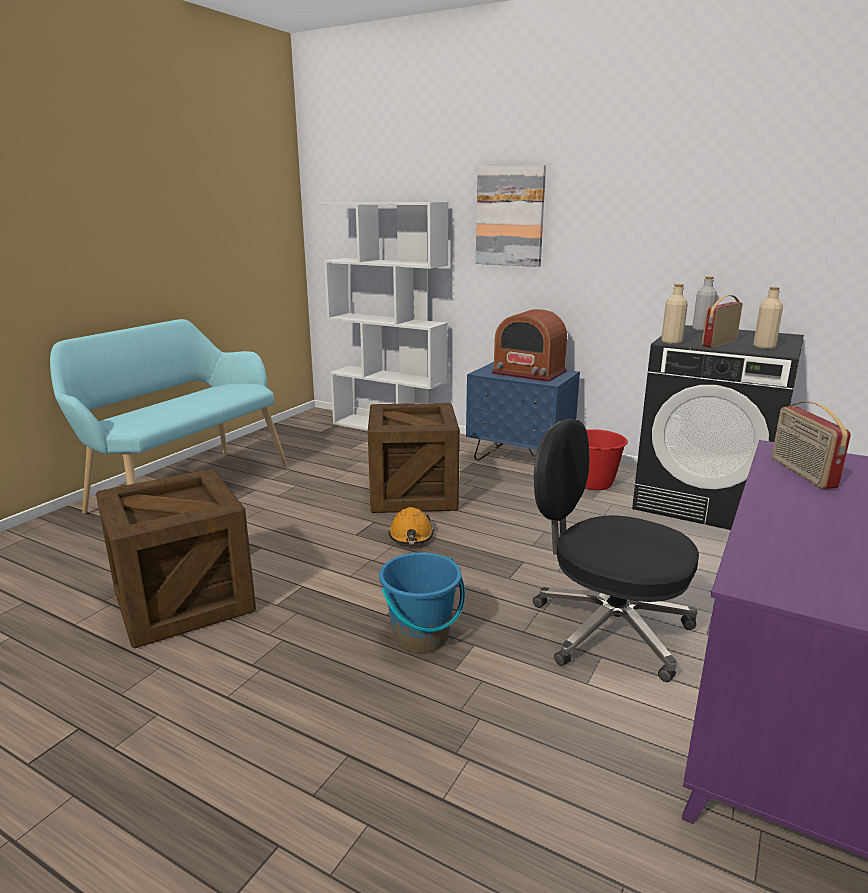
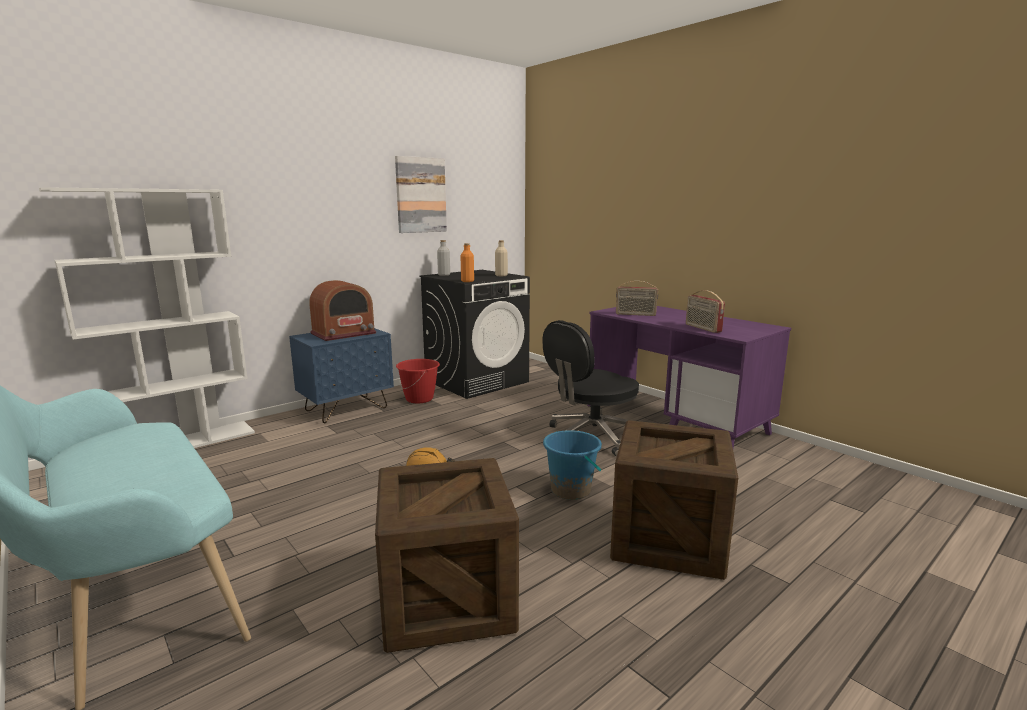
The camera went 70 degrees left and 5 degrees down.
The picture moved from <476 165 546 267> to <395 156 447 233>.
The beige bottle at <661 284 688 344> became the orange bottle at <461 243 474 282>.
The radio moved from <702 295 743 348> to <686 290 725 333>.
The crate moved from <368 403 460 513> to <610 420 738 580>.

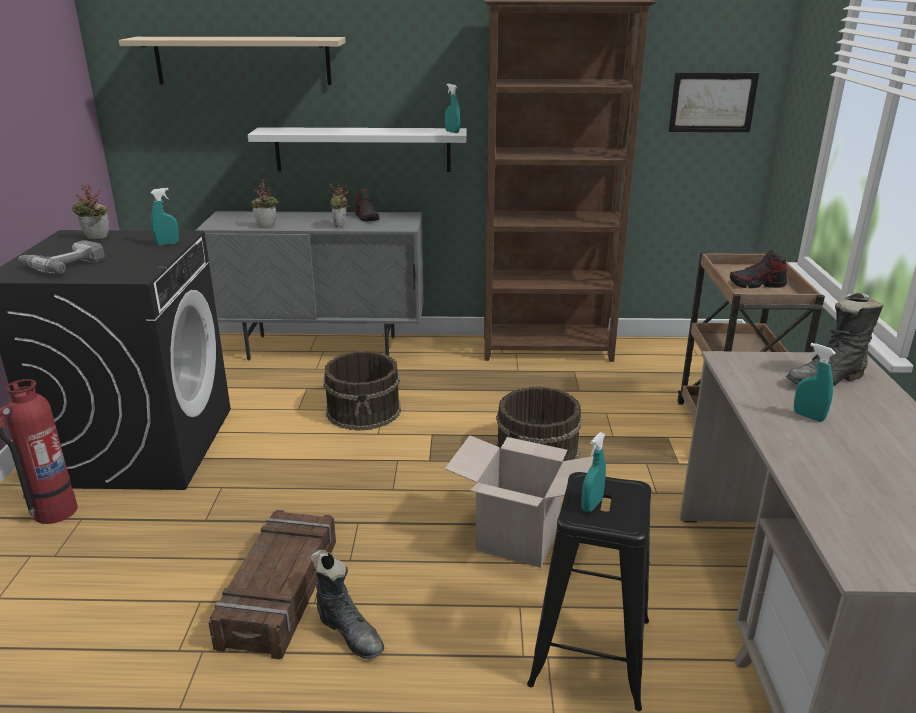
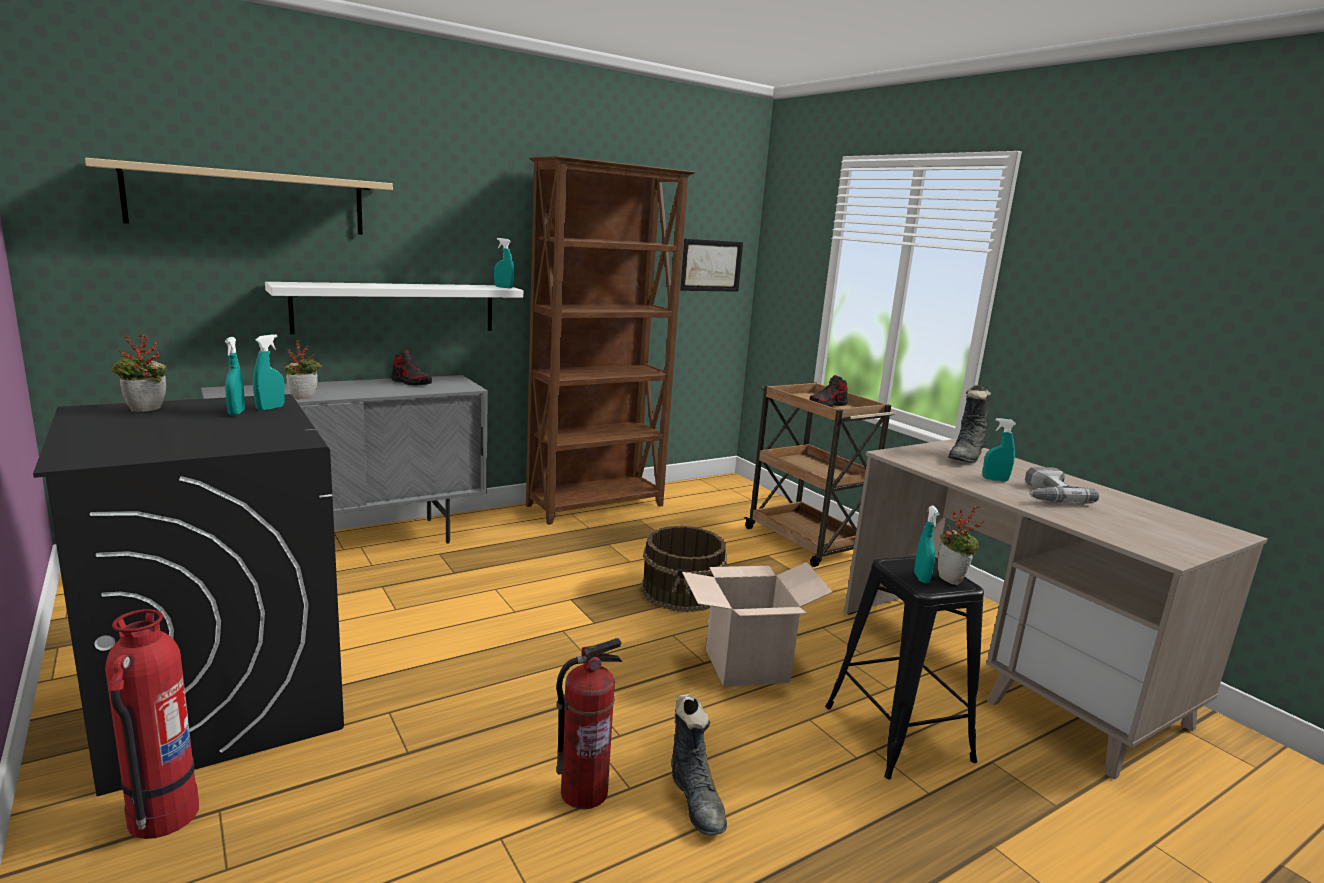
The camera went 35 degrees left and 10 degrees down.
The potted plant moved from <329 181 351 228> to <938 505 985 585>.
The power drill moved from <18 240 105 274> to <1025 467 1099 504>.
The brown bucket at <323 351 401 431> disappeared.
The crate at <208 510 336 659> was replaced by the fire extinguisher at <556 638 622 809>.
The black boot at <311 550 384 659> turned 60 degrees clockwise.
The turquoise spray bottle at <225 337 245 415> appeared.

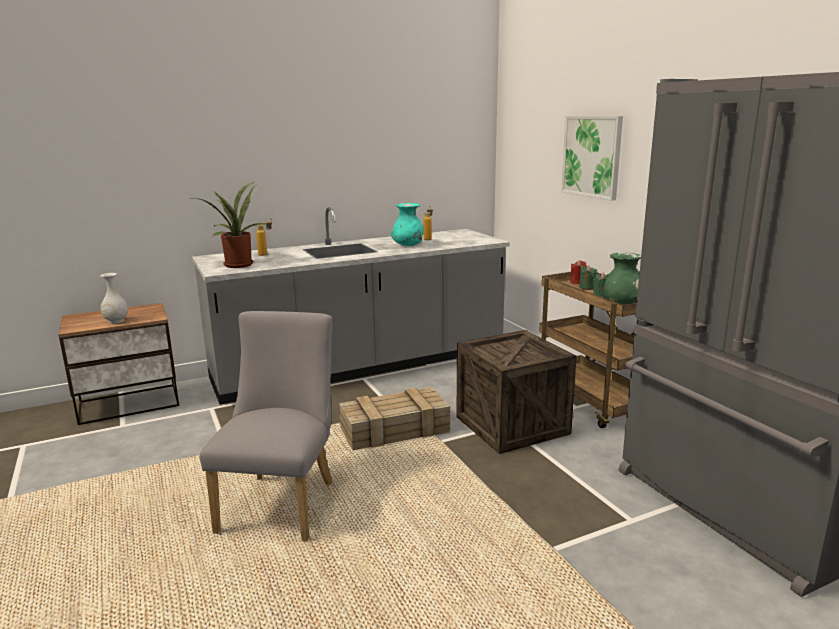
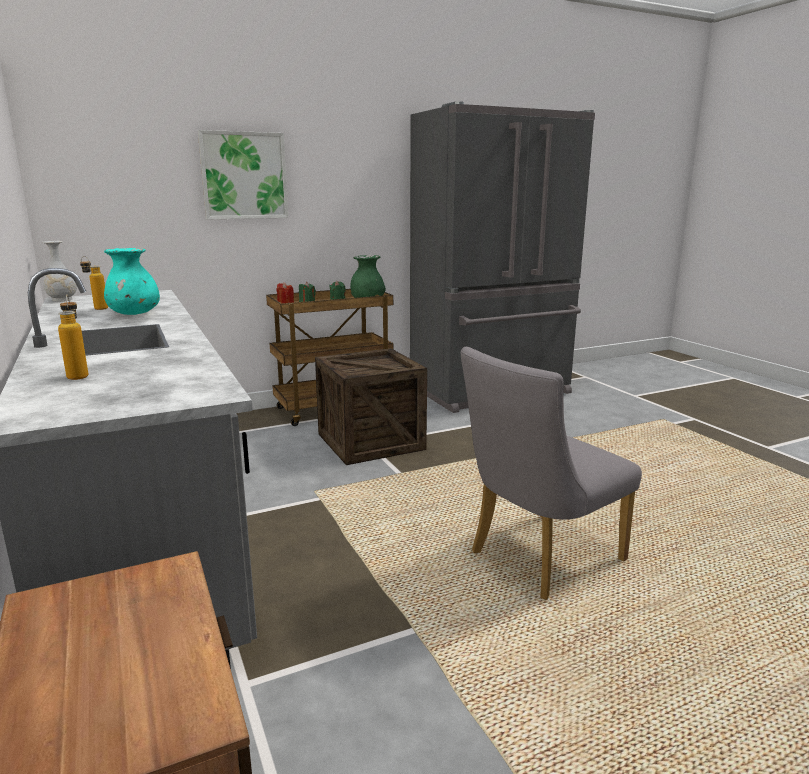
The camera went 90 degrees left and 0 degrees up.
The potted plant at <191 182 269 268> disappeared.
The white vase moved from <100 273 128 324> to <42 241 77 301>.
The grey chair at <200 311 333 542> turned 45 degrees counterclockwise.
The crate at <339 387 450 450> disappeared.

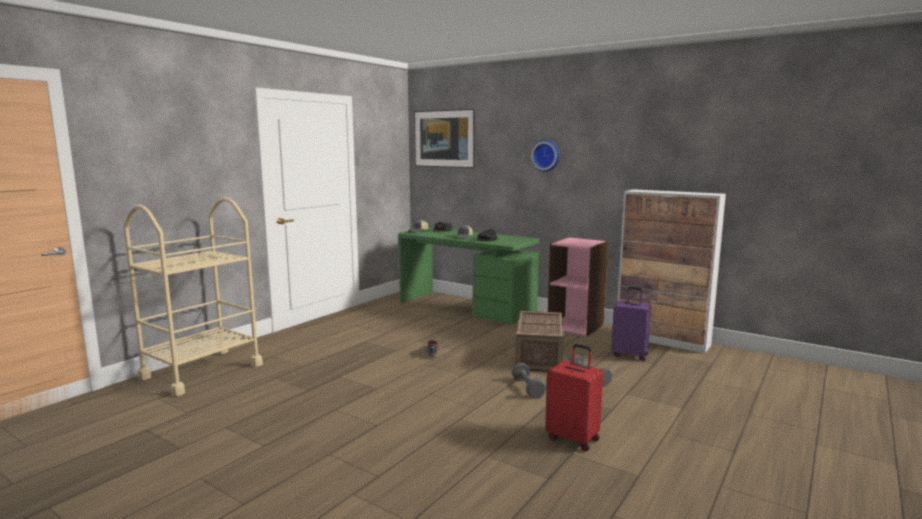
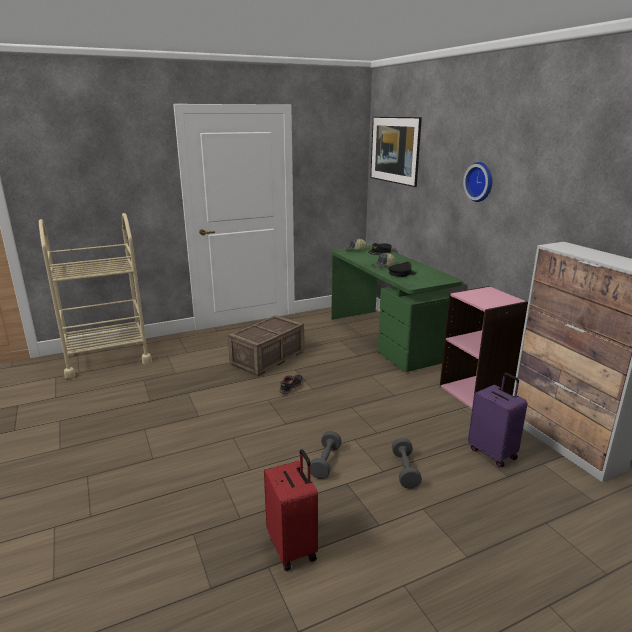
The camera went 30 degrees right and 10 degrees up.
The crate moved from <515 311 564 372> to <228 315 304 376>.

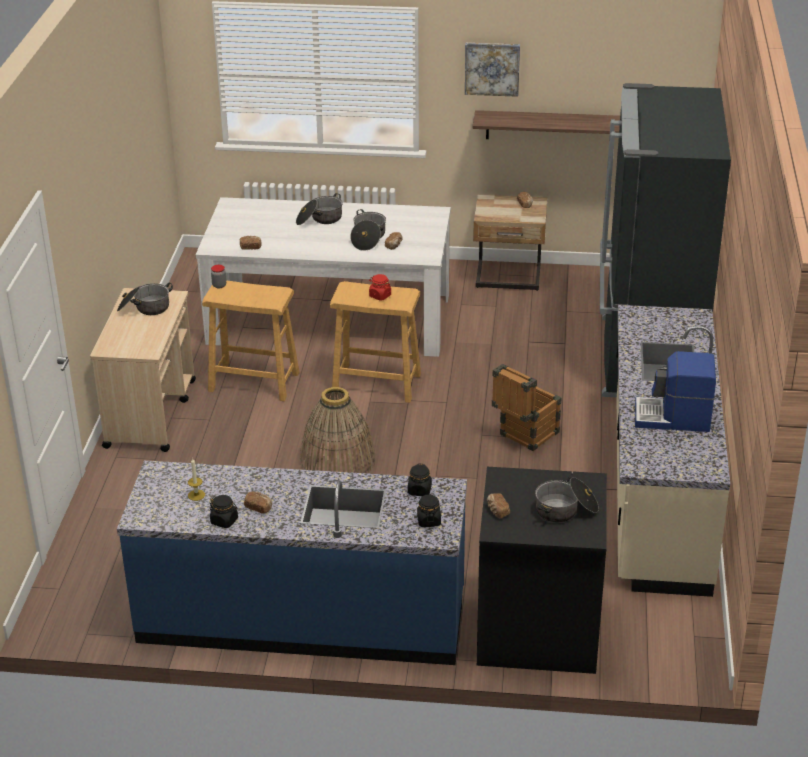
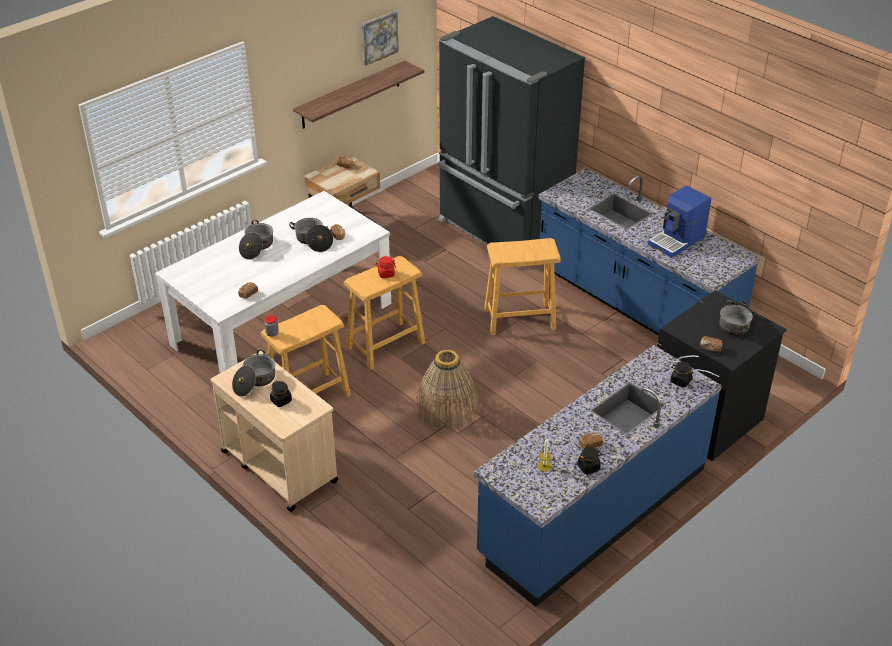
The camera went 50 degrees left and 5 degrees up.
The picture moved from <465 43 520 97> to <361 11 399 66>.
The beige counter at <616 305 730 597> became the blue counter at <538 168 760 336>.
The crate at <492 364 561 451> was replaced by the beige stool at <484 238 561 335>.
The black jar moved from <408 463 432 496> to <270 381 292 407>.

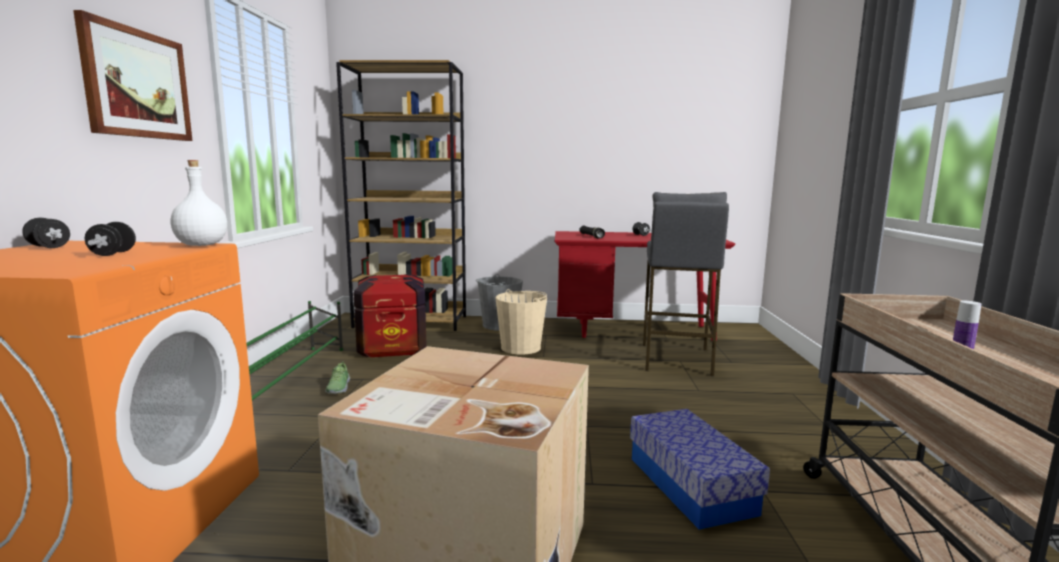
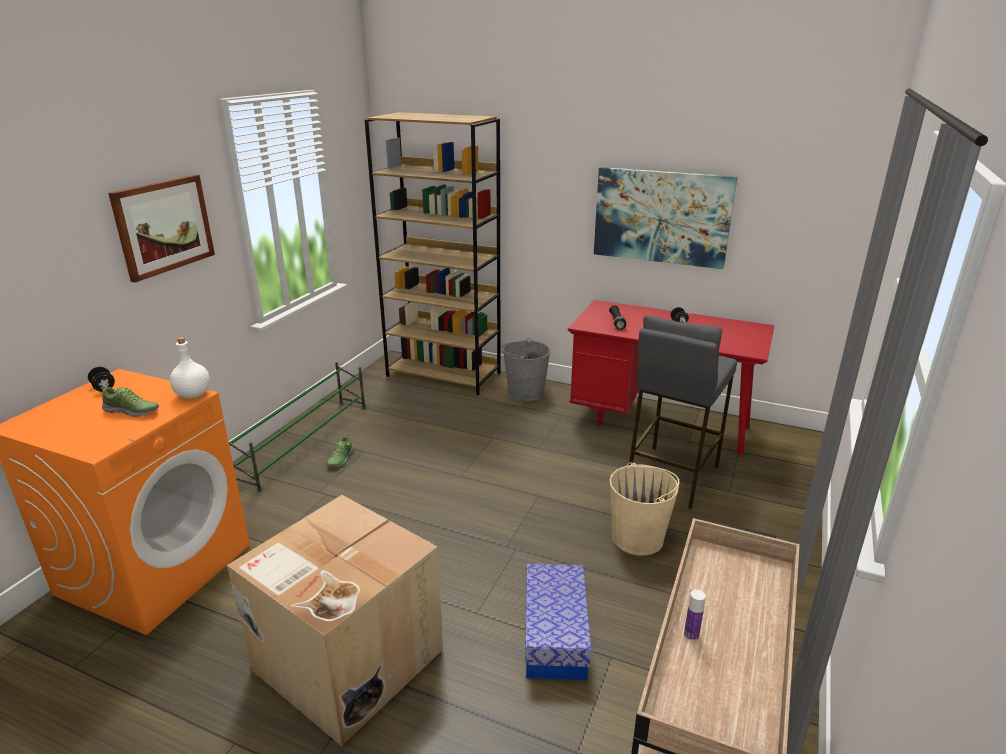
The camera went 20 degrees right and 15 degrees up.
The black dumbbell at <85 222 136 256> was replaced by the shoe at <100 386 159 417>.
The crate at <353 274 427 357> disappeared.
The beige bucket moved from <495 289 547 355> to <610 462 680 556>.
The picture at <594 167 737 269> appeared.

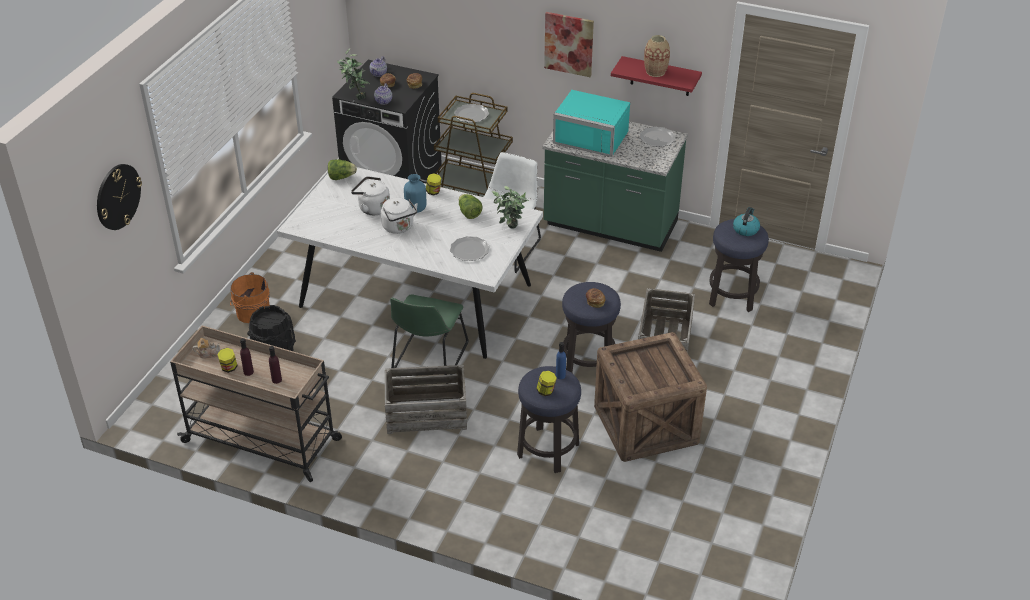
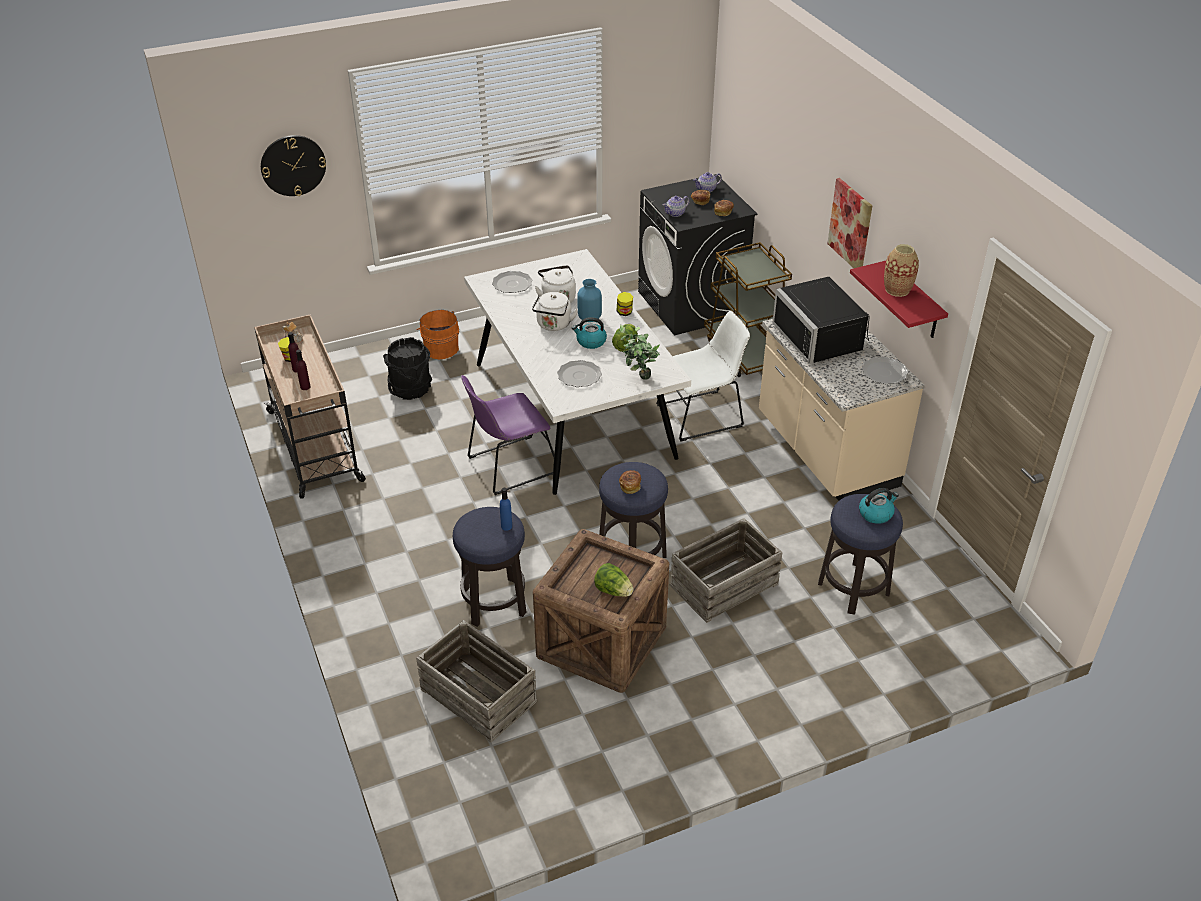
The camera went 45 degrees right and 0 degrees up.
The potted plant at <337 49 370 100> disappeared.
The turquoise microwave at <553 90 630 157> became the black microwave at <772 277 870 364>.
The plate moved from <454 104 489 123> to <492 271 532 293>.
The green counter at <542 121 688 252> became the beige counter at <759 319 925 501>.
The lettuce moved from <328 159 357 180> to <594 563 634 597>.
The green chair at <390 294 469 384> became the purple chair at <461 375 554 495>.
The crate moved from <385 365 467 434> to <416 620 537 743>.
The jar at <536 371 557 396> disappeared.
The kettle at <572 317 607 349> appeared.

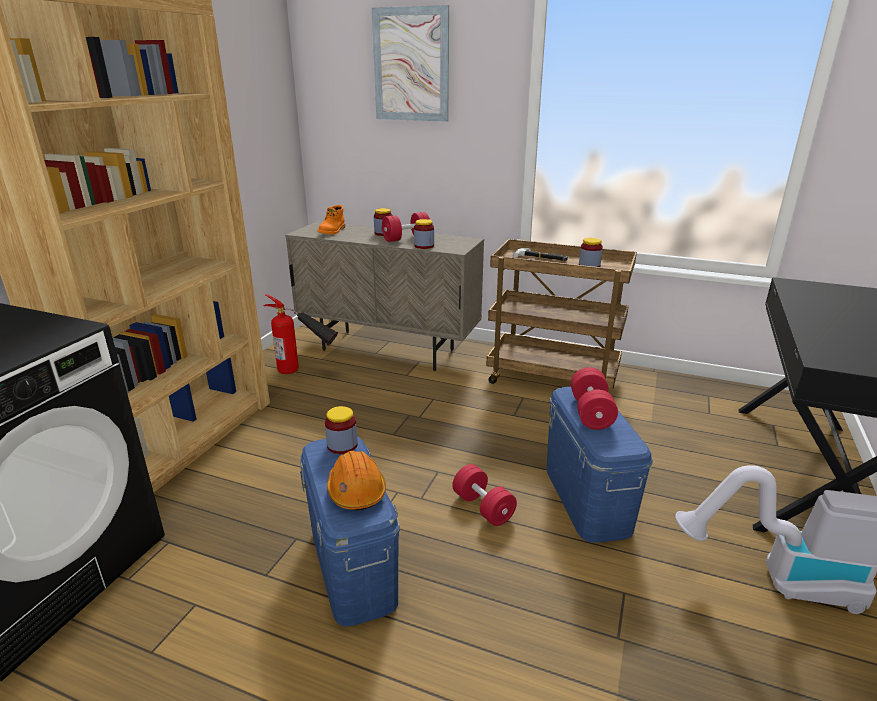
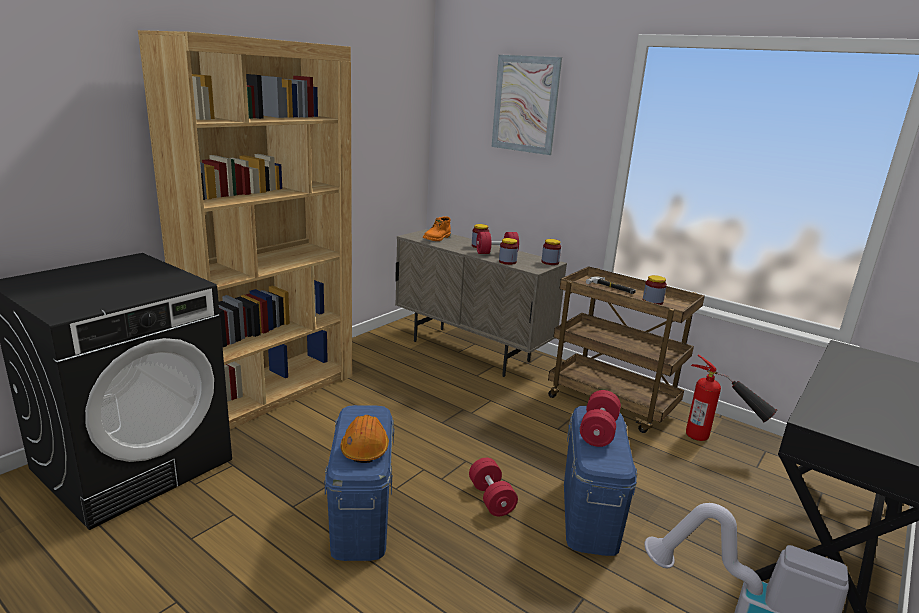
The camera went 15 degrees right and 5 degrees down.
The fire extinguisher moved from <264 294 338 374> to <686 354 777 441>.
The jar moved from <325 406 358 454> to <541 239 561 265>.

